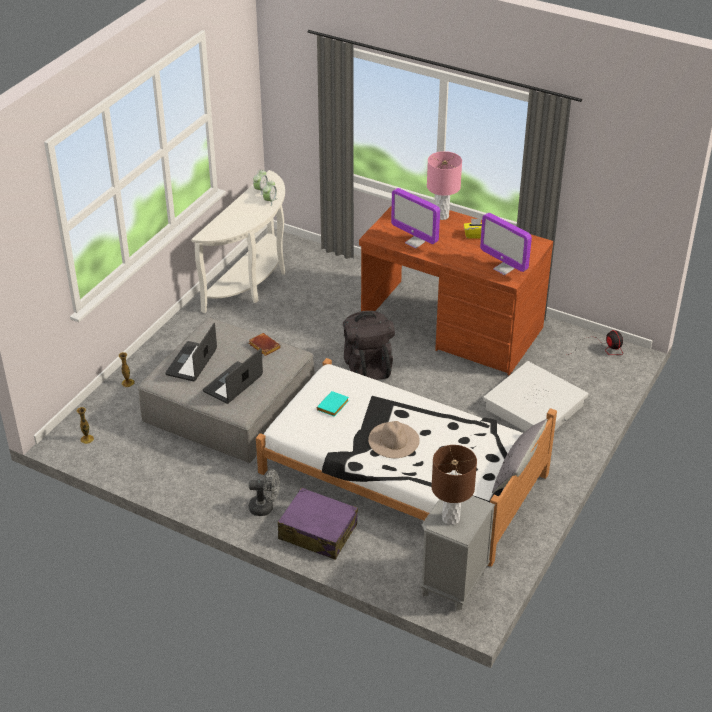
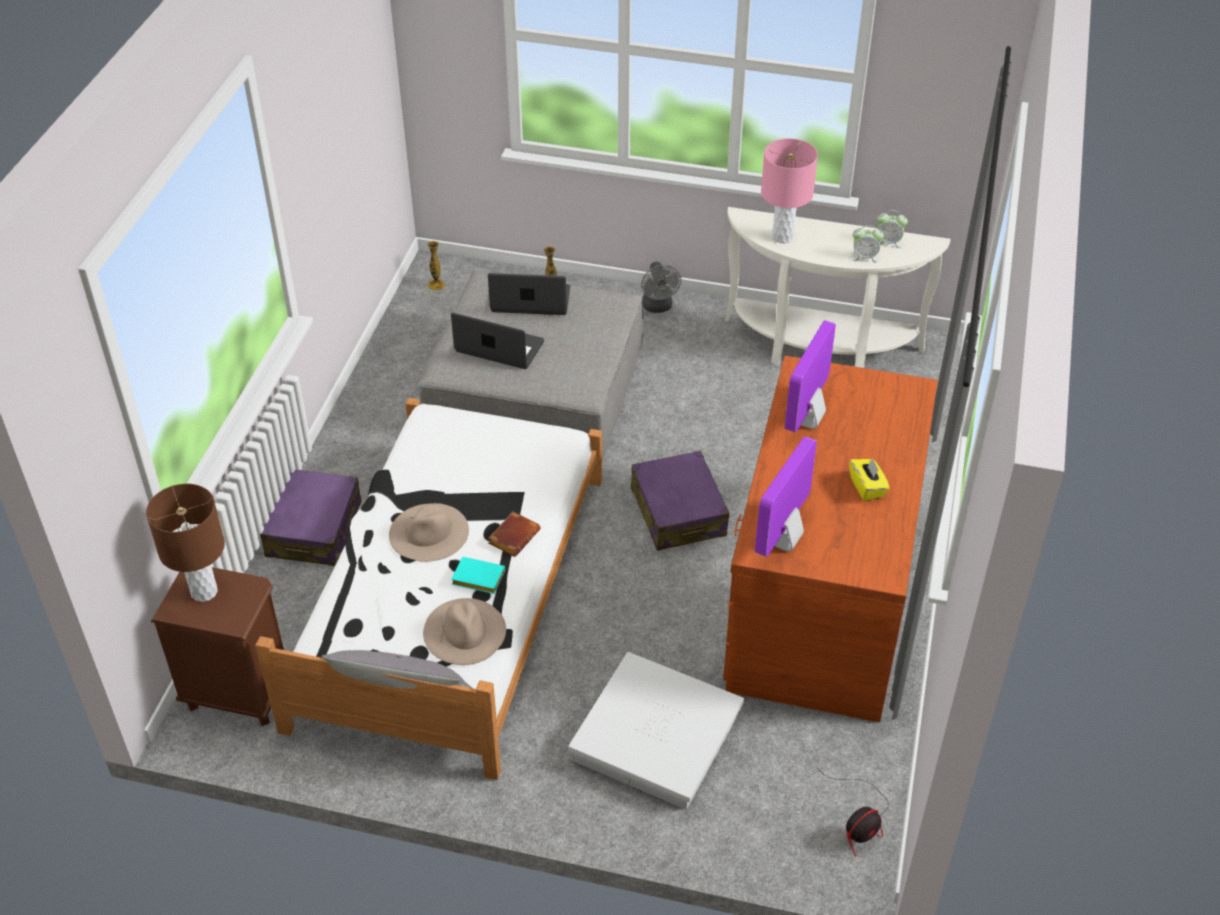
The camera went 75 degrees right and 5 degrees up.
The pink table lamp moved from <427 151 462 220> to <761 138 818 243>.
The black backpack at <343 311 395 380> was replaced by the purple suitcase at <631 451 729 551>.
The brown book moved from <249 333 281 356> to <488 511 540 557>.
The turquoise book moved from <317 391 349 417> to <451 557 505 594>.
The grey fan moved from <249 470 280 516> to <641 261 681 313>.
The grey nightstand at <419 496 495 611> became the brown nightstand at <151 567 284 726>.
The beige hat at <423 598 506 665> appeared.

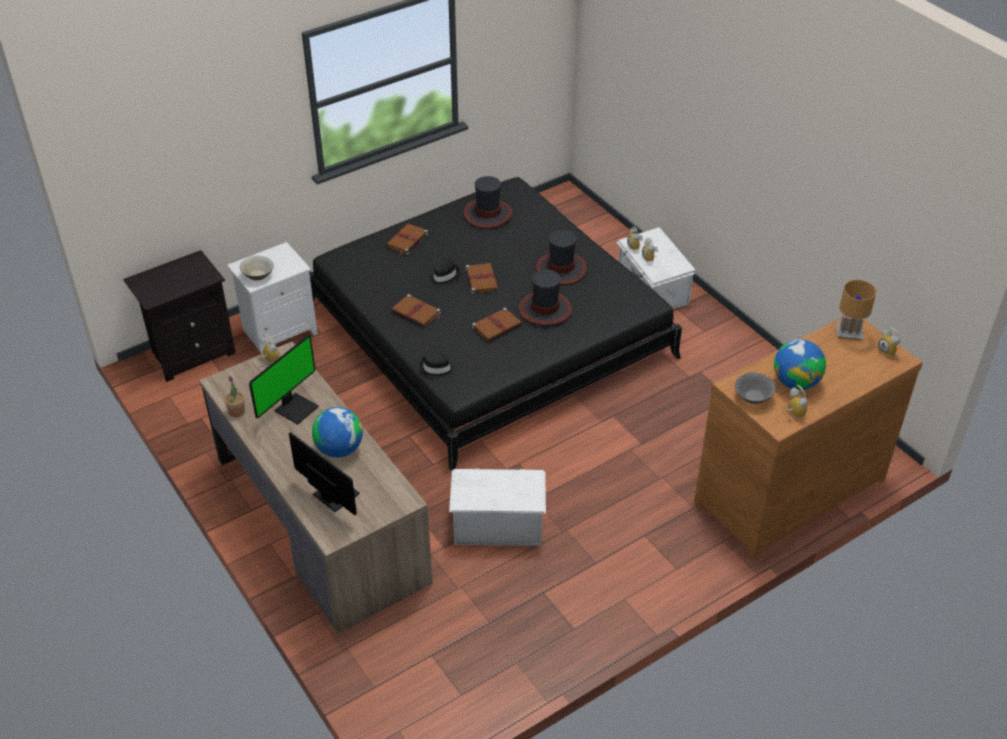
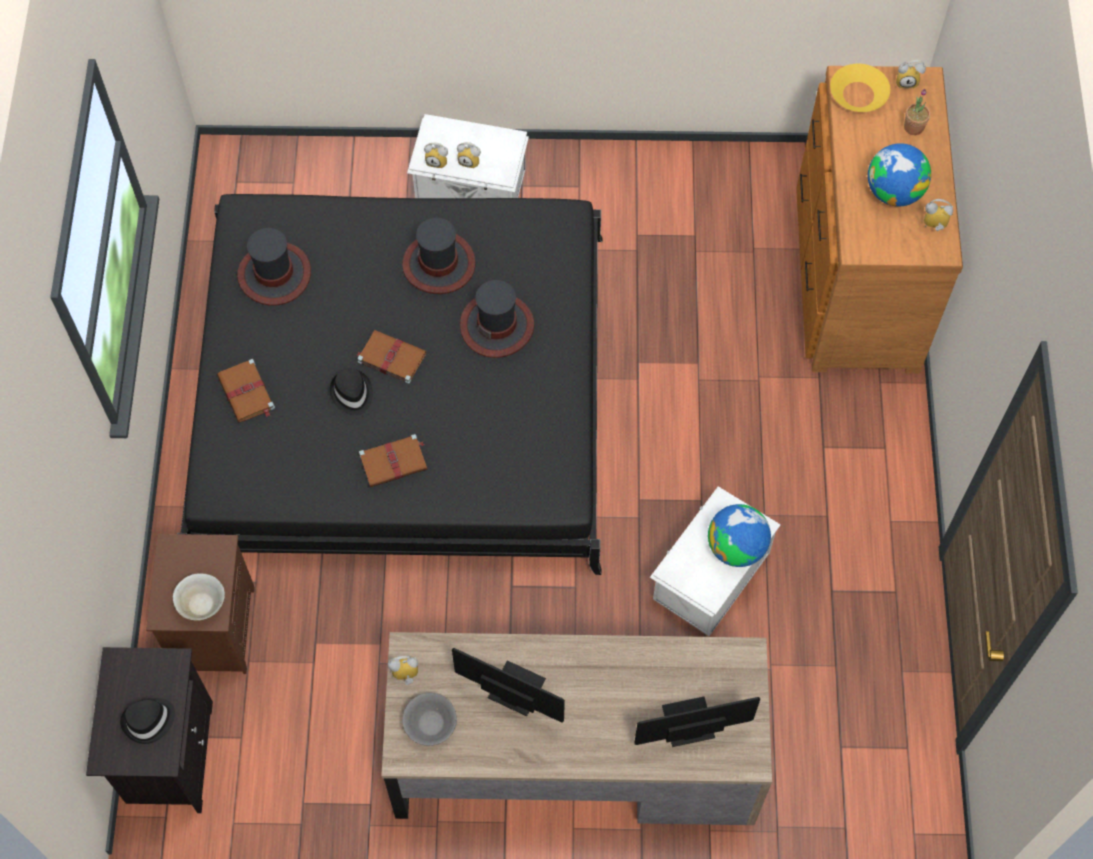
The camera went 55 degrees left and 20 degrees up.
The white nightstand at <227 242 318 354> became the brown nightstand at <146 534 255 674>.
The brown table lamp at <836 280 877 340> was replaced by the yellow bowl at <830 64 890 112>.
The brown book at <472 308 522 341> disappeared.
The monitor at <249 335 319 425> turned 45 degrees counterclockwise.
The black hat moved from <420 349 455 379> to <120 698 175 744>.
The grey bowl moved from <735 372 776 404> to <403 693 457 746>.
The potted plant moved from <225 376 245 417> to <904 89 930 135>.
The globe moved from <312 407 363 457> to <708 504 771 567>.

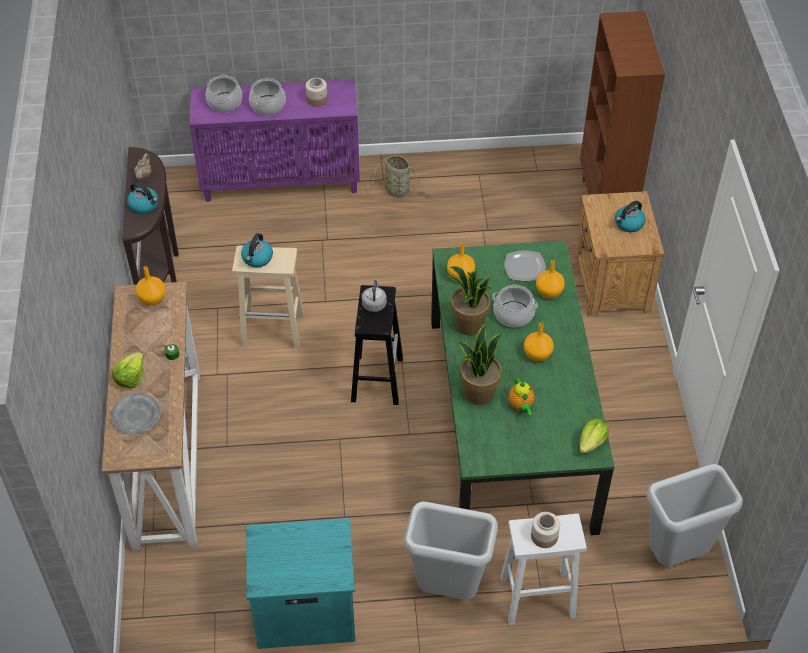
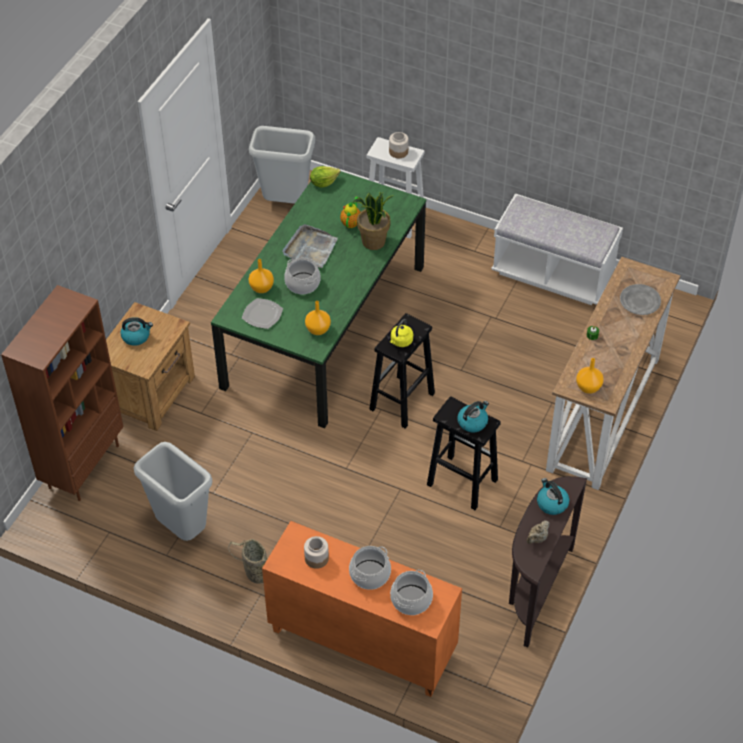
The camera went 150 degrees left and 0 degrees up.
The purple cabinet at <190 79 360 202> became the orange cabinet at <262 521 462 697>.
The beige stool at <232 245 304 349> became the black stool at <427 396 501 510>.
The potted plant at <448 266 493 335> disappeared.
The grey kettle at <362 279 387 312> became the yellow kettle at <390 319 413 347>.
The orange vase at <524 323 554 362> was replaced by the grey tray at <282 224 338 268>.
The lettuce at <112 352 144 389> disappeared.
The grey trash can moved from <404 501 498 600> to <134 442 212 541>.
The turquoise nightstand at <246 518 355 649> was replaced by the white bench at <491 193 623 305>.

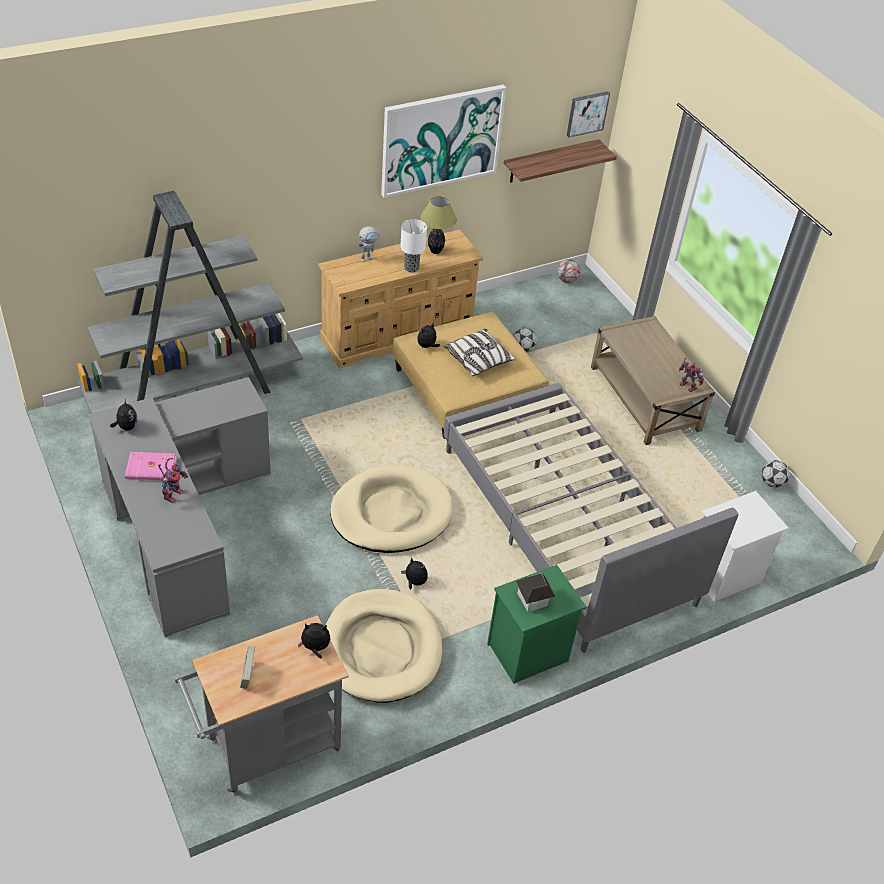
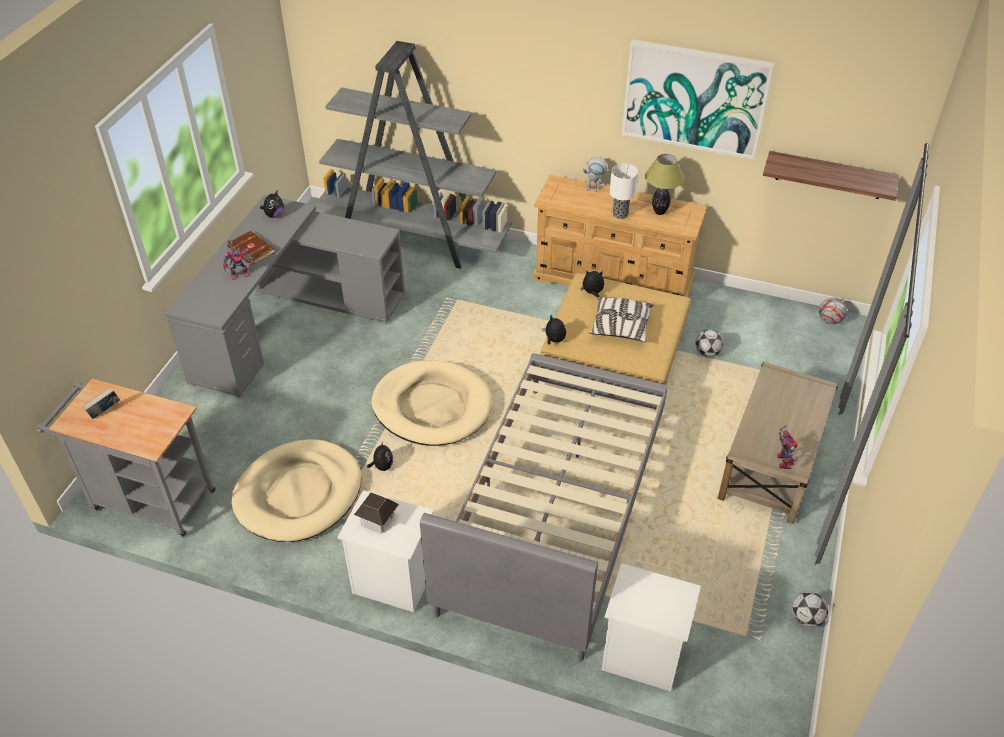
The camera went 50 degrees right and 0 degrees up.
The picture at <567 91 610 138> disappeared.
The pink book at <125 452 177 481> became the brown book at <227 231 275 265>.
The green nightstand at <487 565 586 684> became the white nightstand at <337 490 434 612>.
The plush toy moved from <298 623 330 658> to <542 315 566 345>.

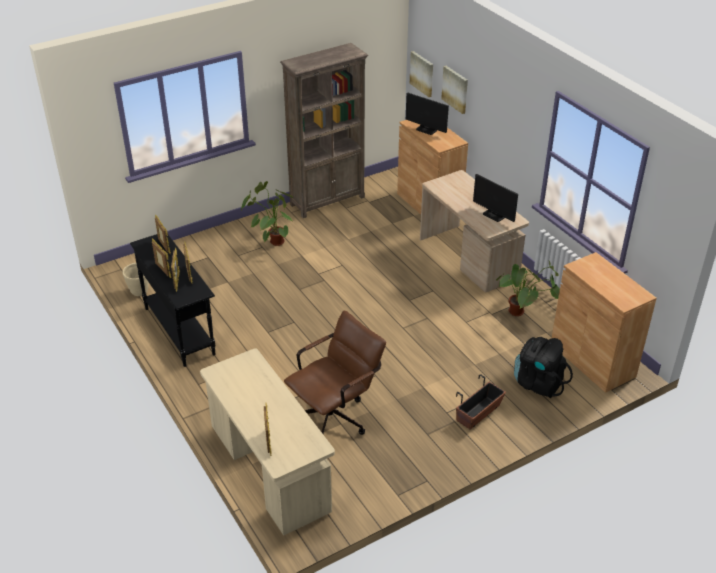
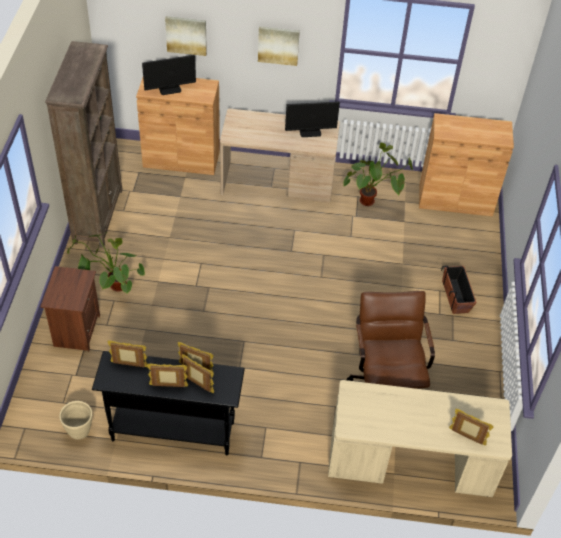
The camera went 55 degrees left and 10 degrees up.
The picture moved from <410 51 433 97> to <258 26 300 66>.
The black backpack at <514 337 573 398> disappeared.
The brown nightstand at <40 266 100 352> appeared.

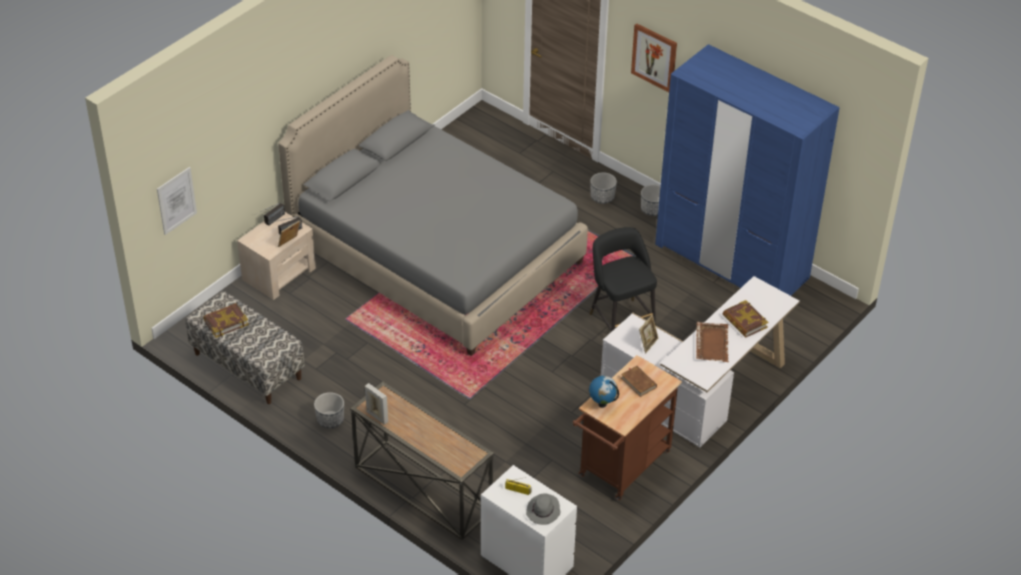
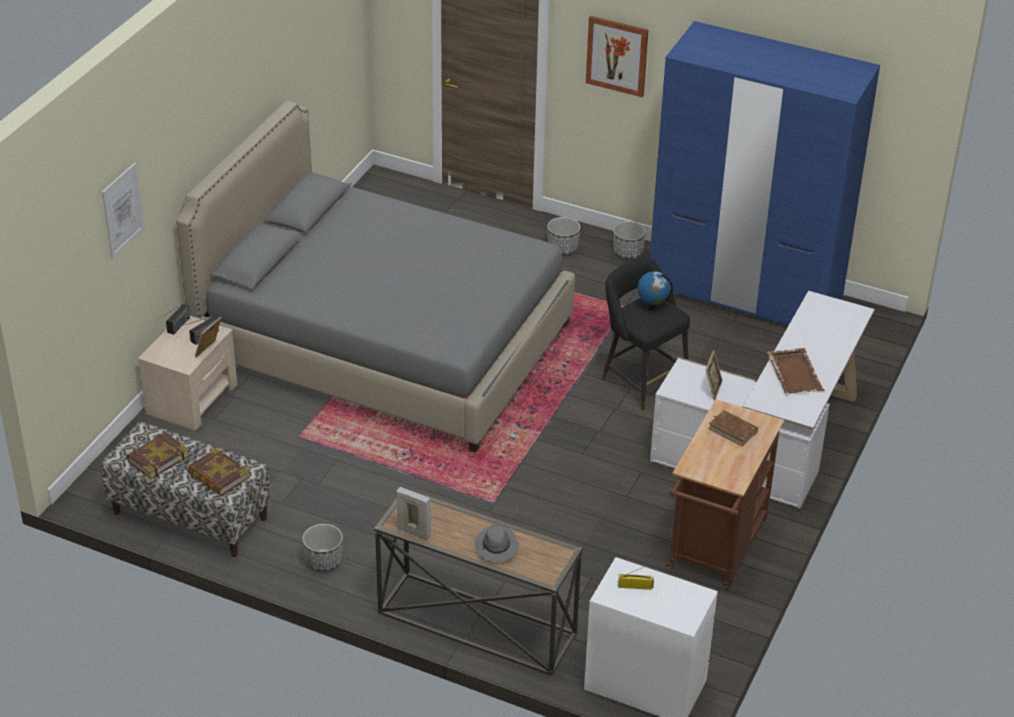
The camera went 15 degrees left and 5 degrees down.
The picture moved from <157 167 197 235> to <102 163 145 259>.
The book moved from <723 300 769 337> to <187 448 249 496>.
The globe moved from <589 376 619 408> to <637 271 673 311>.
The grey hat moved from <526 494 561 525> to <475 524 519 563>.

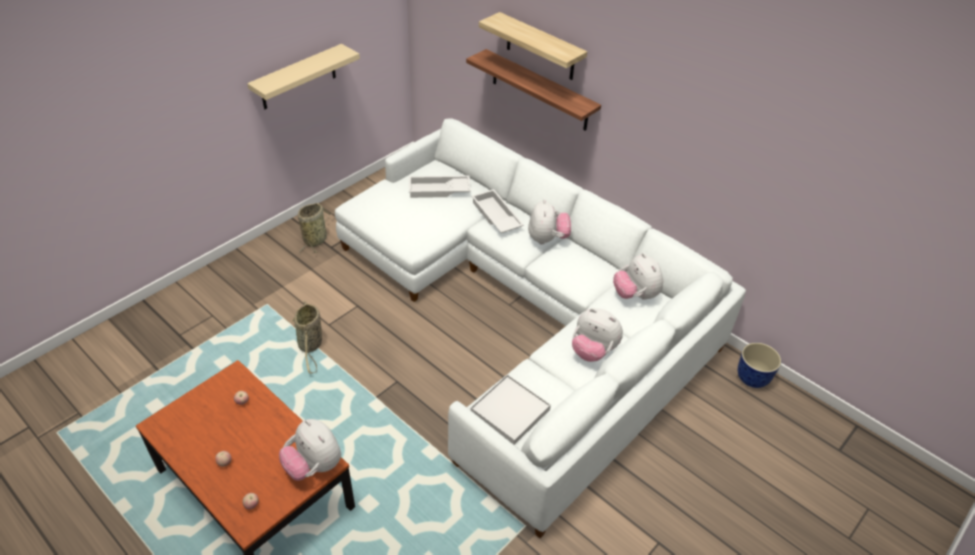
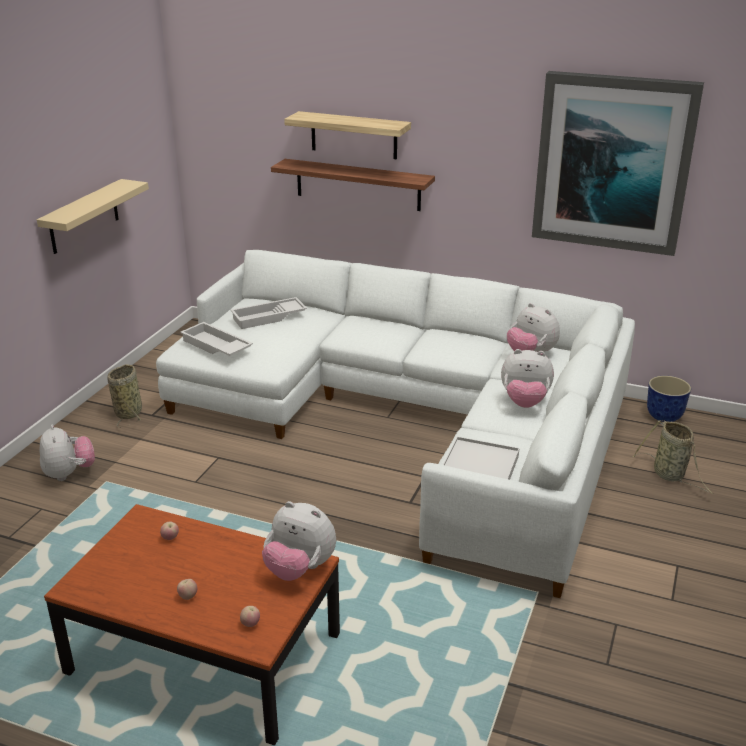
The camera went 20 degrees left and 15 degrees down.
The white tray moved from <471 189 524 233> to <180 322 253 356>.
The plush toy moved from <528 199 571 244> to <40 424 95 481>.
The basket moved from <291 300 322 373> to <633 420 713 494>.
The picture at <532 71 704 256> appeared.

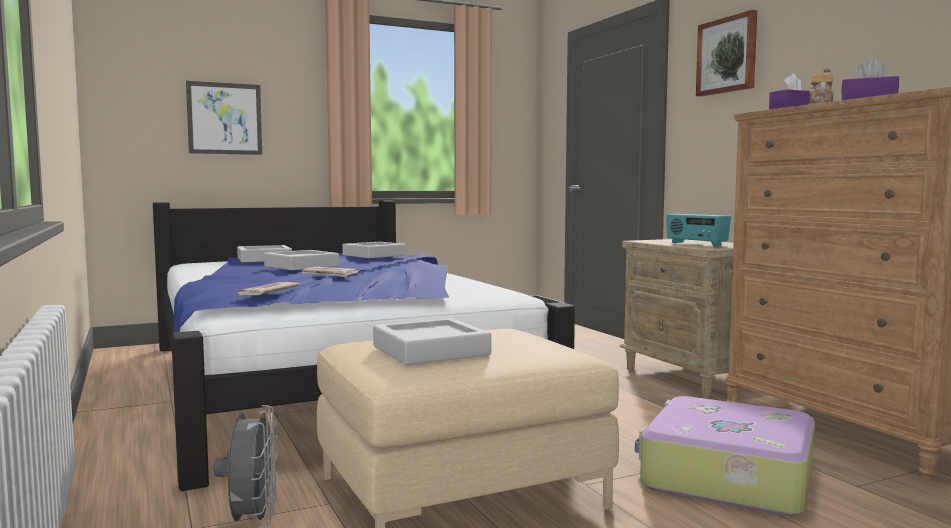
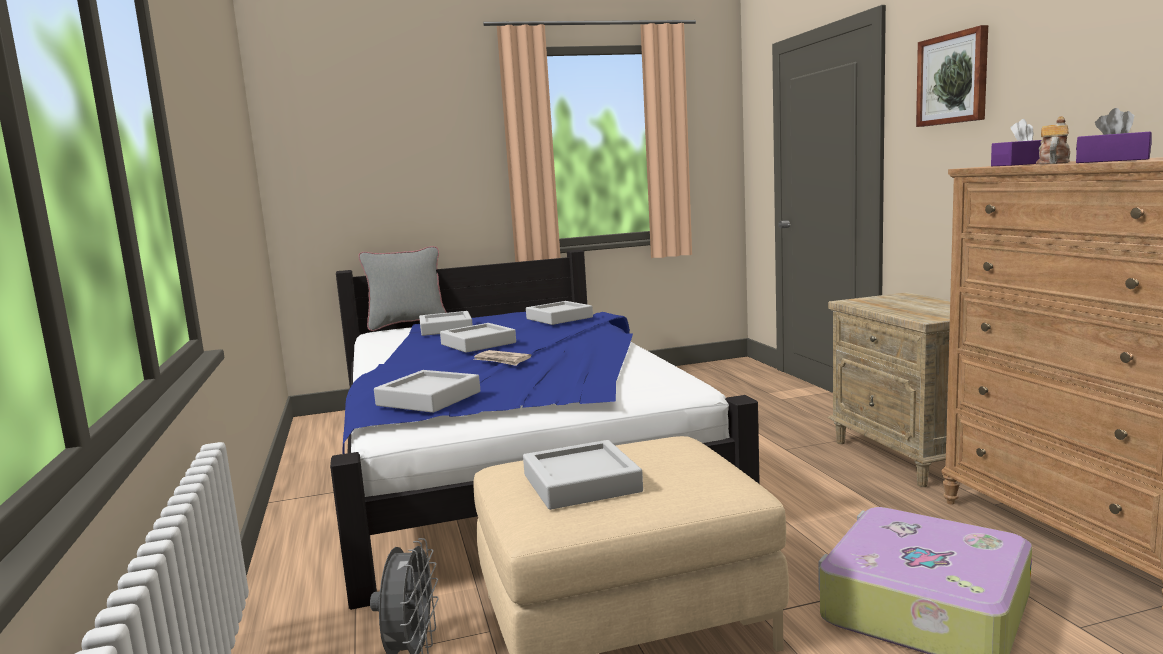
The camera went 10 degrees right and 5 degrees up.
The picture at <186 81 262 155> disappeared.
The radio at <666 214 731 246> disappeared.
The newspaper at <237 282 300 296> was replaced by the grey tray at <374 370 480 413>.
The grey pillow at <358 246 446 331> appeared.

